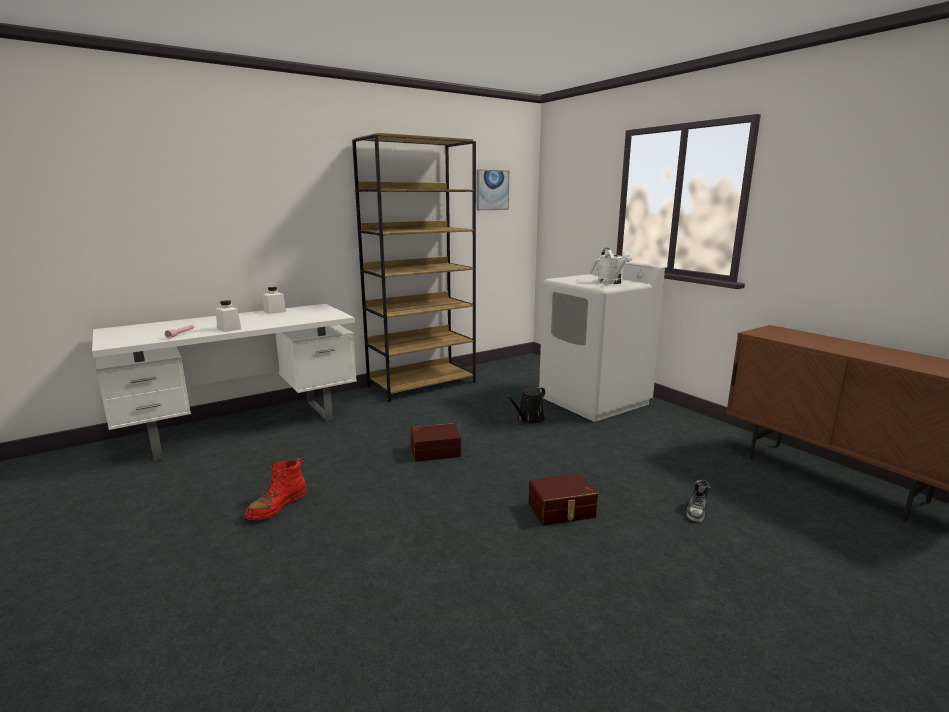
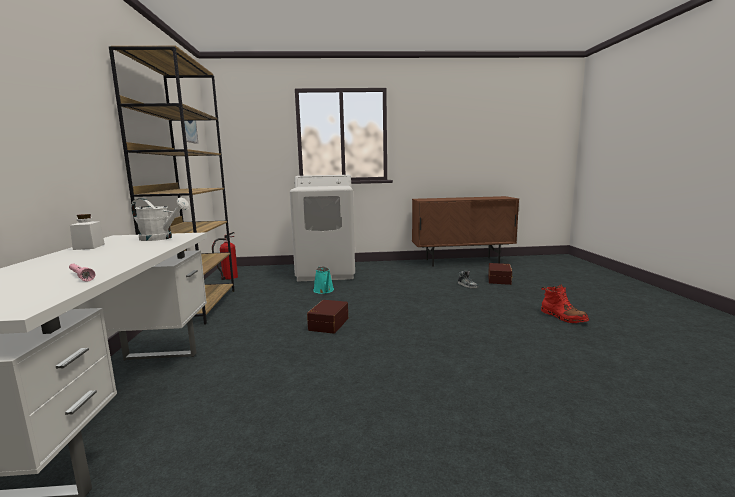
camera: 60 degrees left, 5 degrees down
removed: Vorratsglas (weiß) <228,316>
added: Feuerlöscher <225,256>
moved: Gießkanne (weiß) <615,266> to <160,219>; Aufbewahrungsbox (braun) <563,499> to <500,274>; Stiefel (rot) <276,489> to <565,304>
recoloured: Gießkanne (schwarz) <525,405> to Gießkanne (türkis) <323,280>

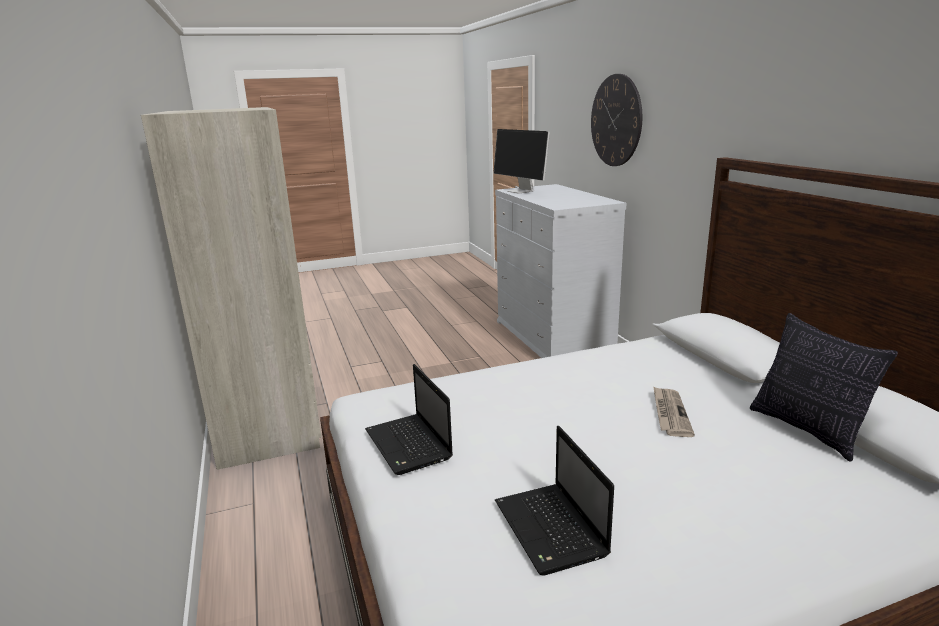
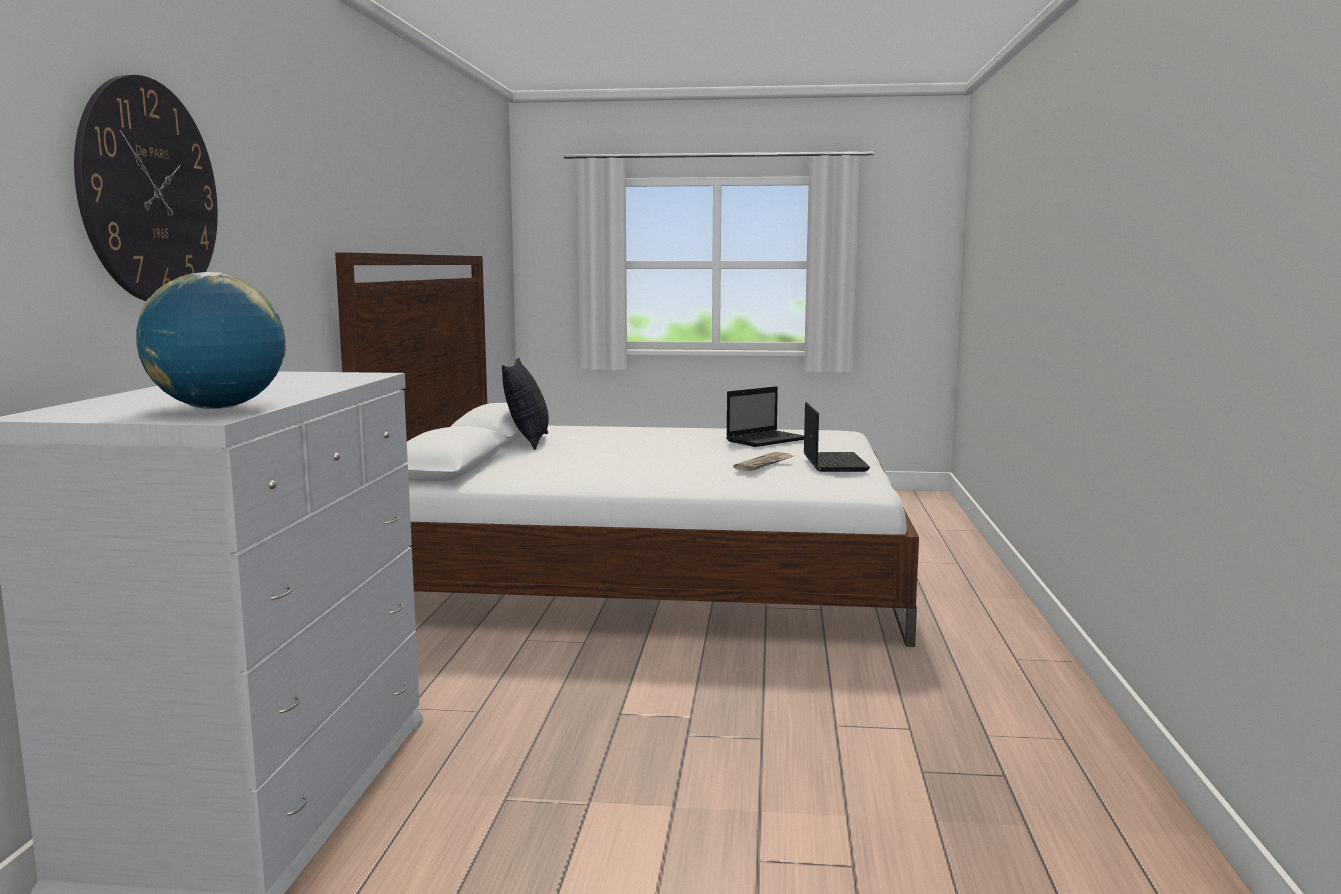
camera: 155 degrees left, 10 degrees down
removed: Kleiderschrank (beige) <231,288>
moved: Zeitung <674,411> to <763,461>
replaced: Monitor <521,161> to Globus <211,340>
turned: Laptop <554,501> = <765,416> 45 degrees clockwise

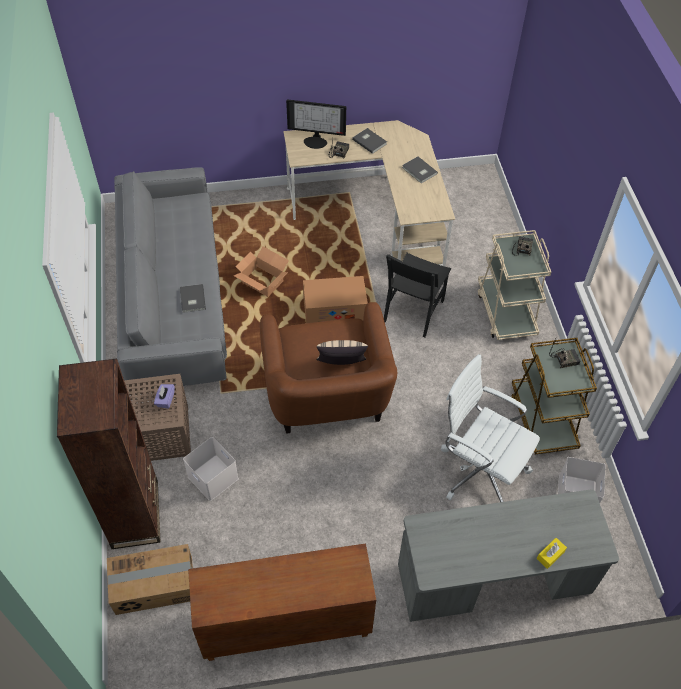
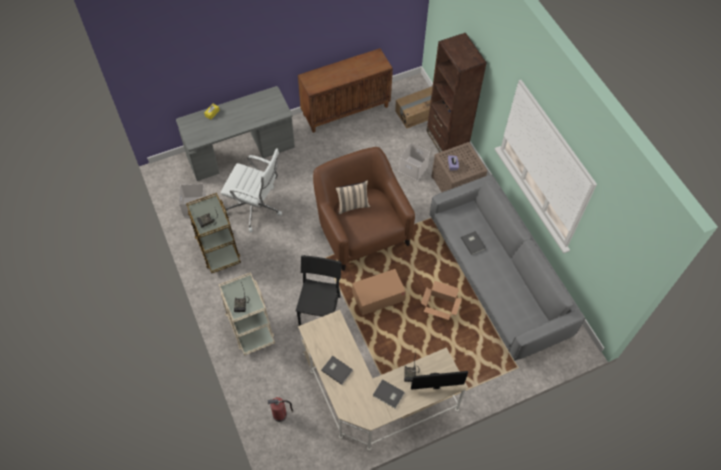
camera: 165 degrees right, 5 degrees up
added: Feuerlöscher <280,409>

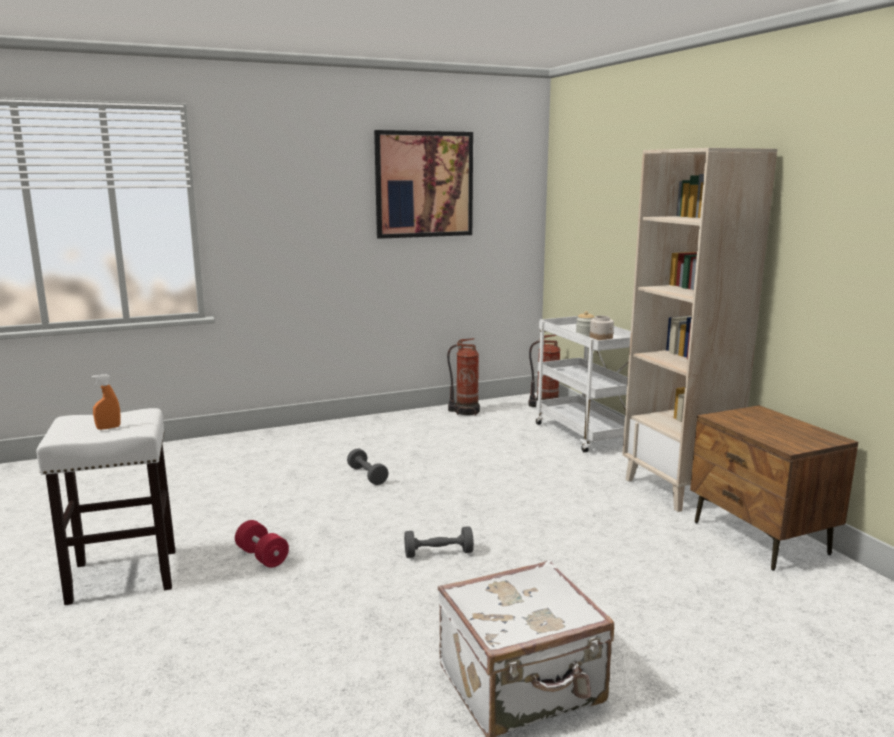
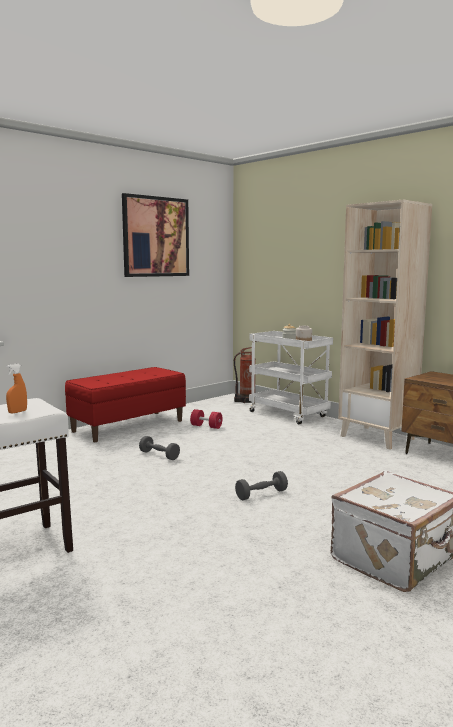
camera: 20 degrees left, 5 degrees down
removed: Feuerlöscher <463,377>
added: Bank (rot) <125,404>
moved: Hantel (rot) <262,544> to <206,419>

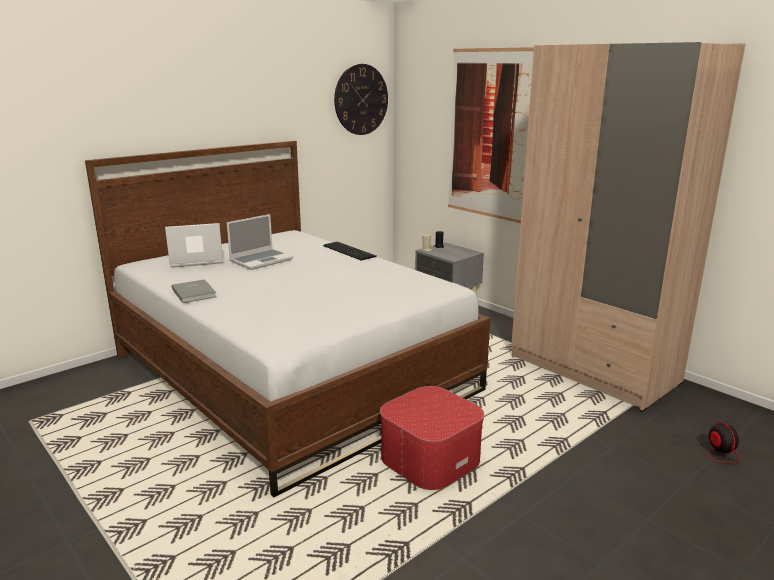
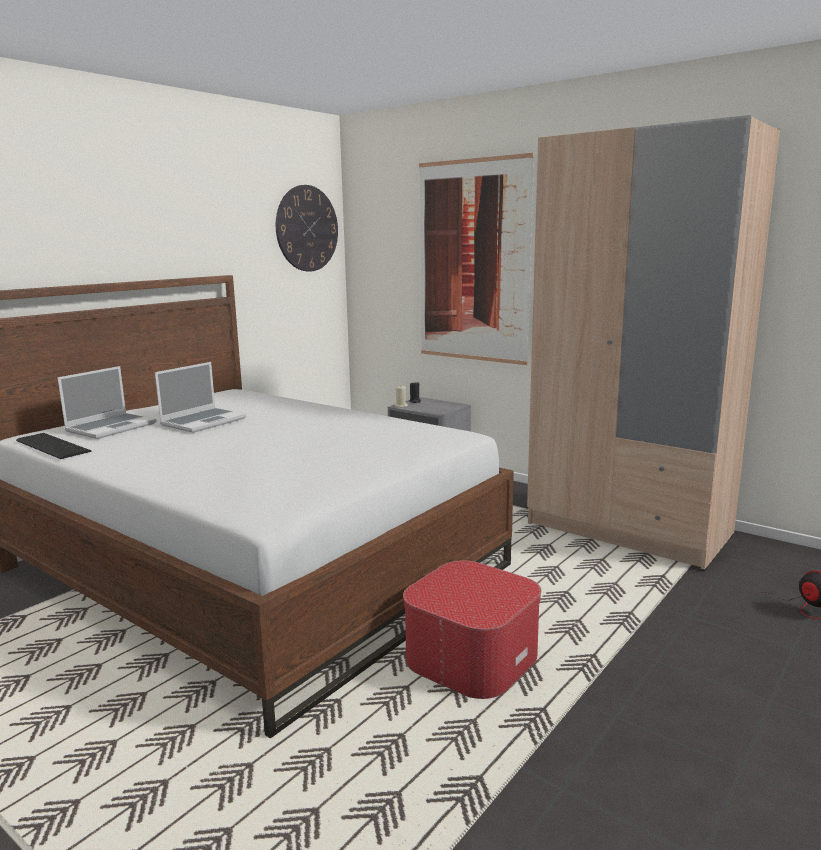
camera: 10 degrees left, 5 degrees down
removed: Buch (grau) <194,291>
moved: Tastatur <350,251> to <53,446>
turned: Laptop <194,245> = <107,402> 150 degrees clockwise

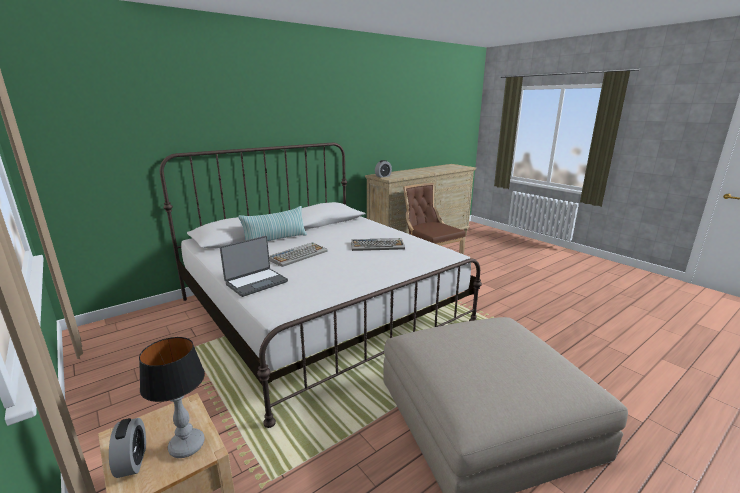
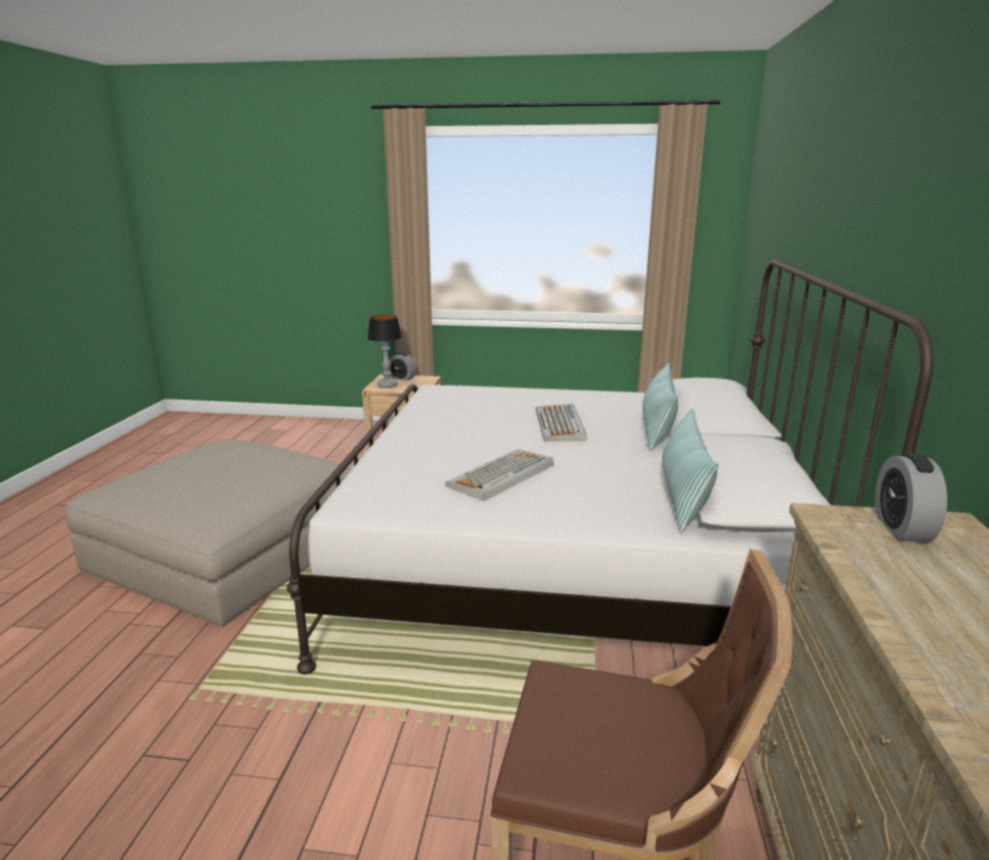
camera: 135 degrees right, 0 degrees up
removed: Laptop <254,266>
added: Kissen <690,471>

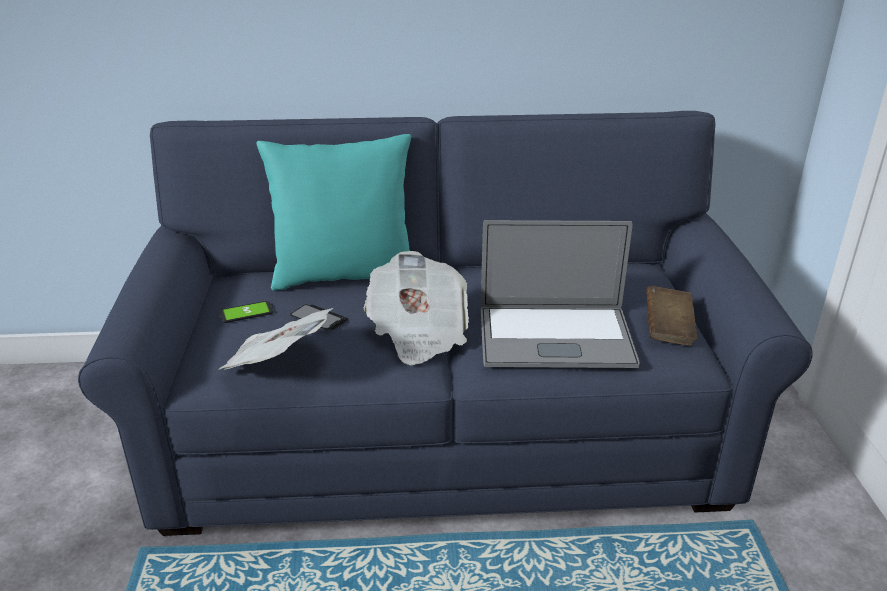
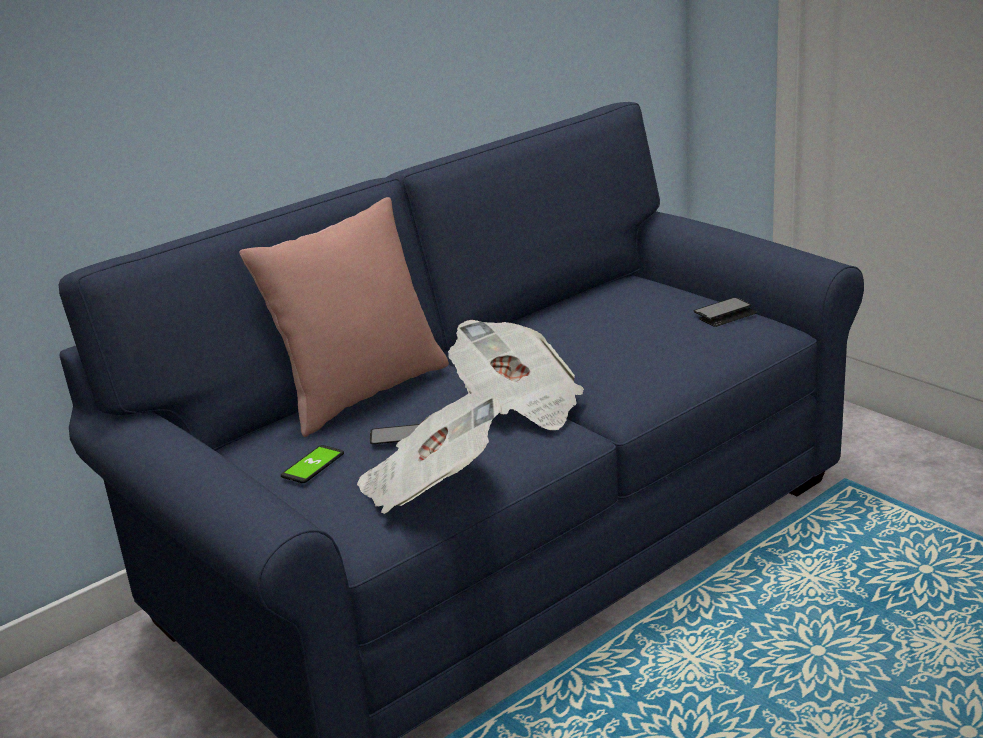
camera: 35 degrees left, 5 degrees down
removed: Laptop <560,294>
replaced: Buch (braun) <671,316> to Handy <725,312>
recoloured: Kissen (türkis) <334,212> to Kissen (rosa) <344,317>

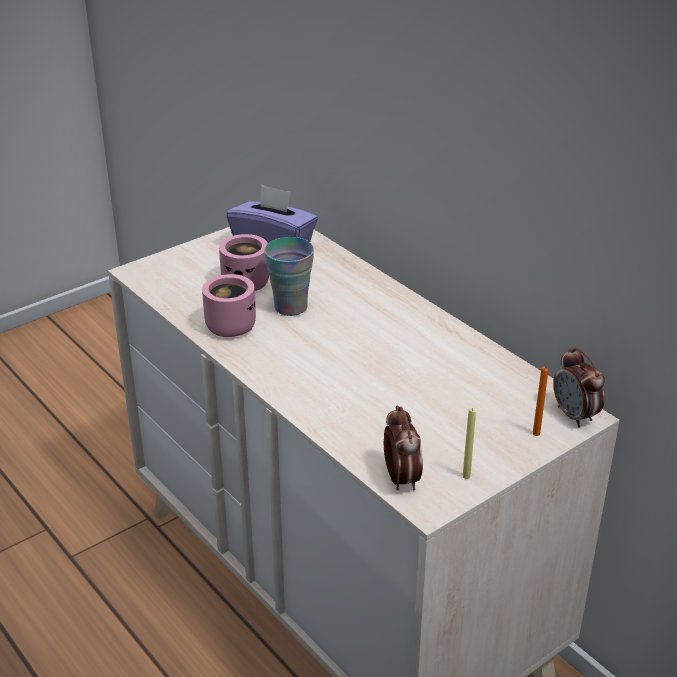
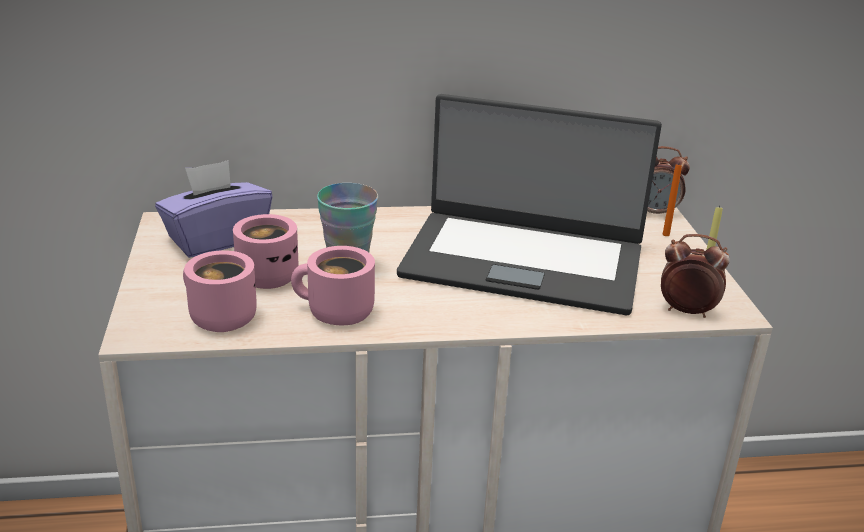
camera: 60 degrees left, 5 degrees down
added: Henkelbecher (rosa) <220,291>; Laptop <529,204>

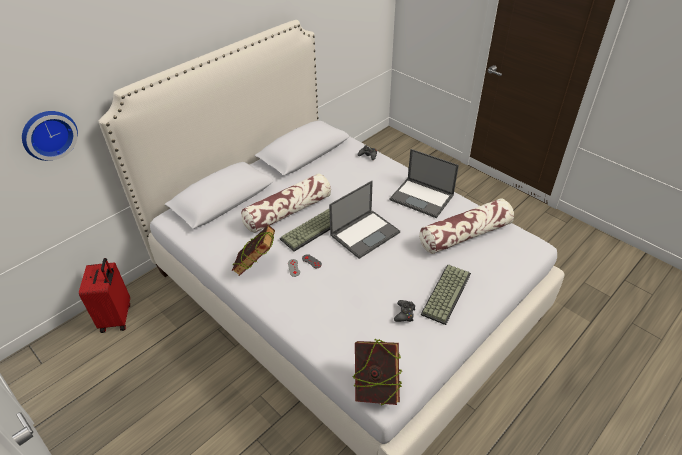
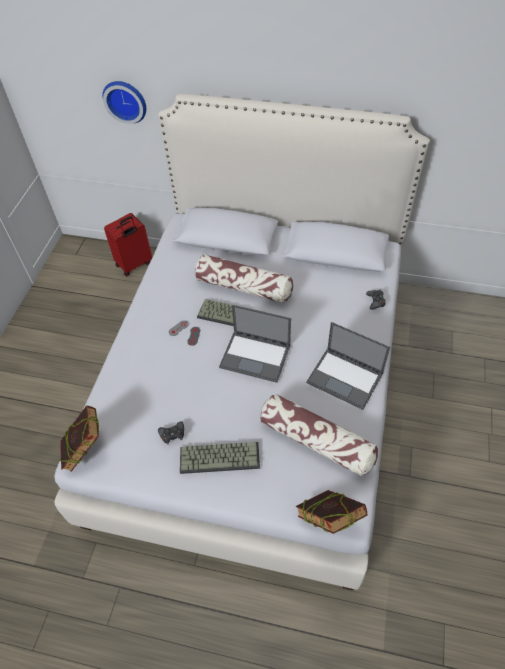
camera: 60 degrees right, 10 degrees up
moved: Buch <253,250> to <331,512>
turned: Laptop <424,183> = <348,366> 60 degrees counterclockwise

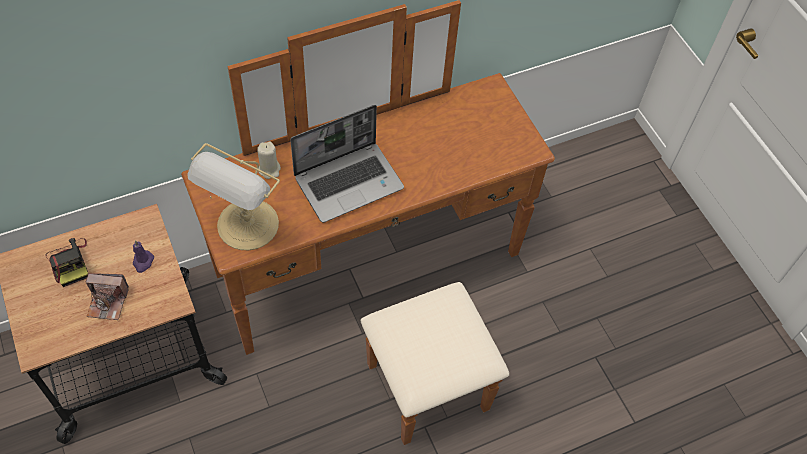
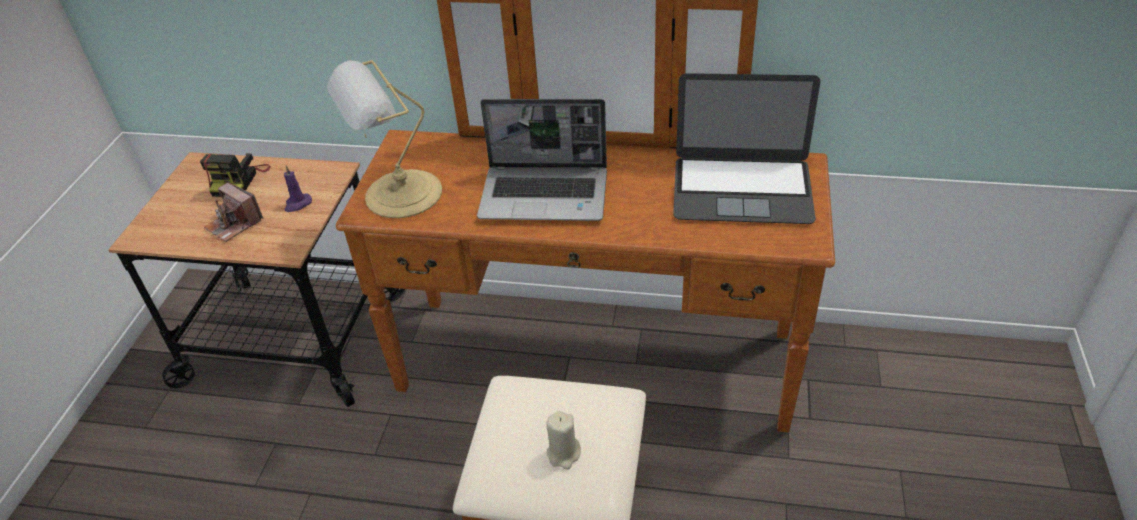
camera: 40 degrees right, 15 degrees down
added: Laptop <746,148>
moved: Kerze (beige) <269,160> to <563,440>

